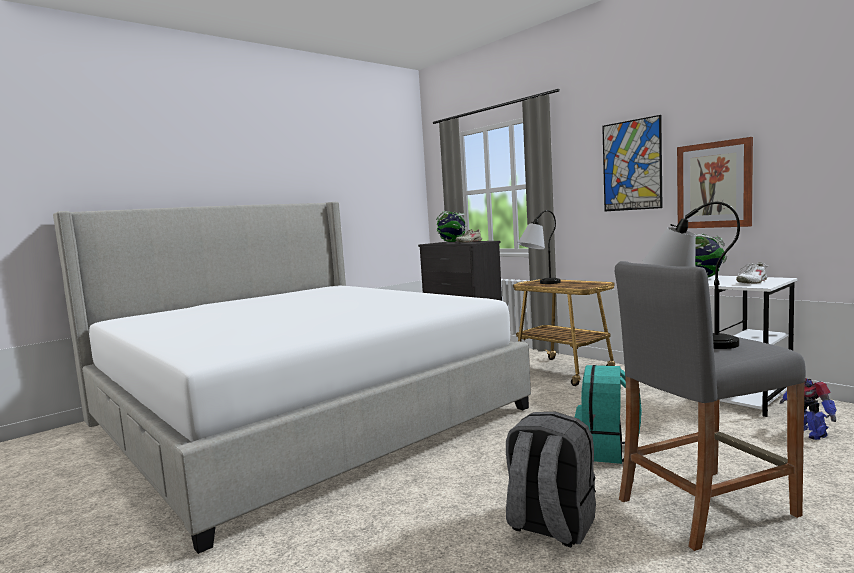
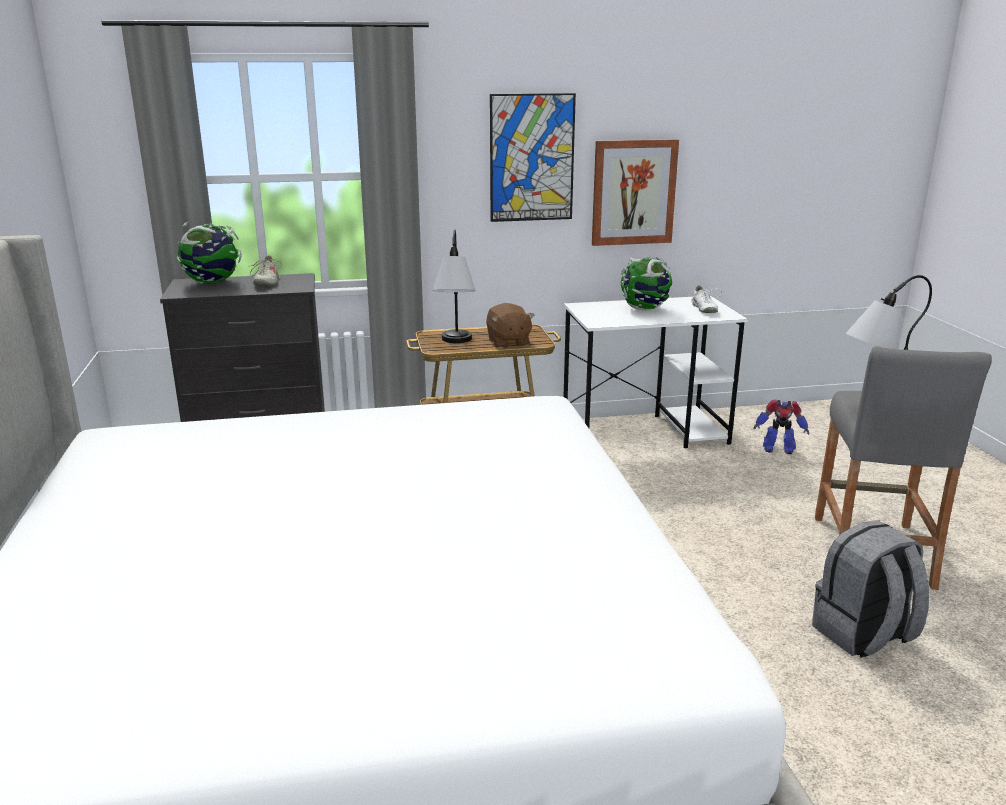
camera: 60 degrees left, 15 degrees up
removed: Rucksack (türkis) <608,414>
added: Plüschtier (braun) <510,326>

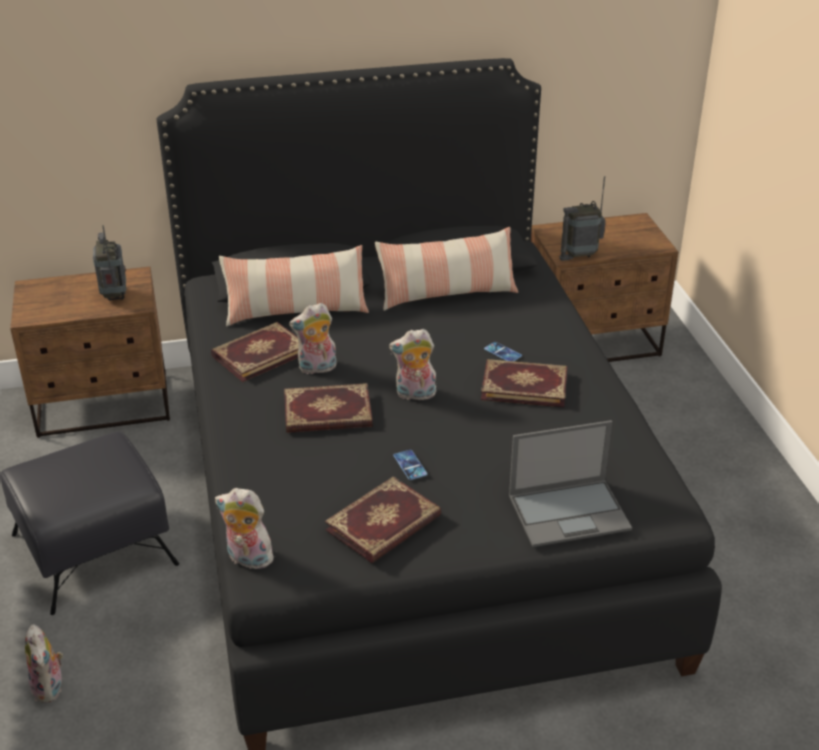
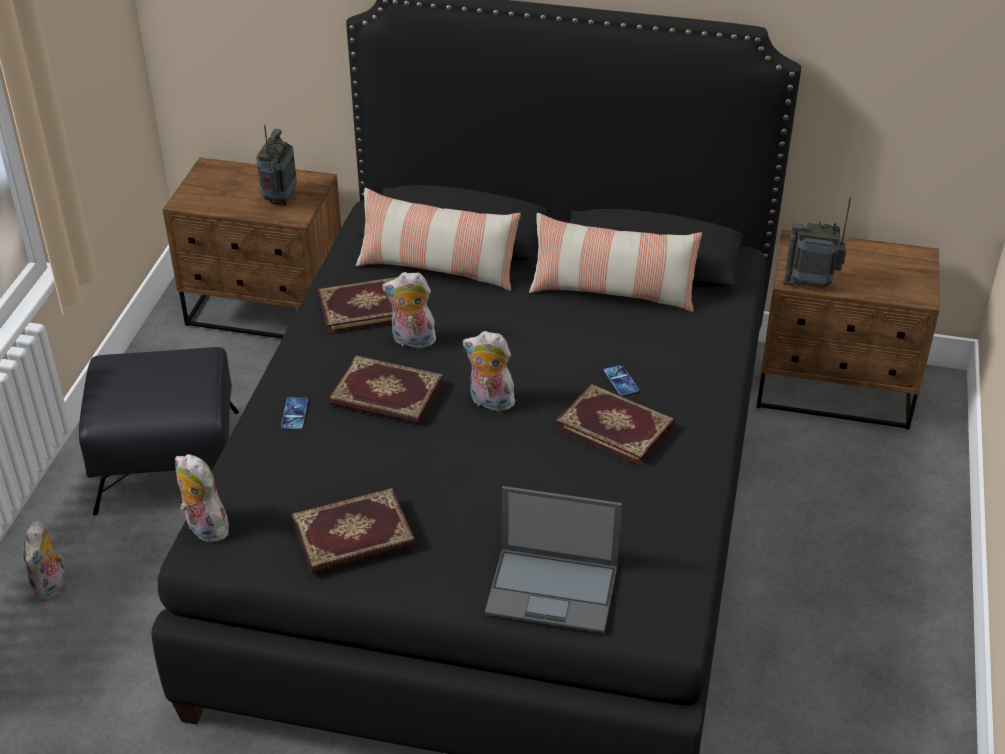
camera: 25 degrees right, 5 degrees up
moved: Handy <410,465> to <294,413>

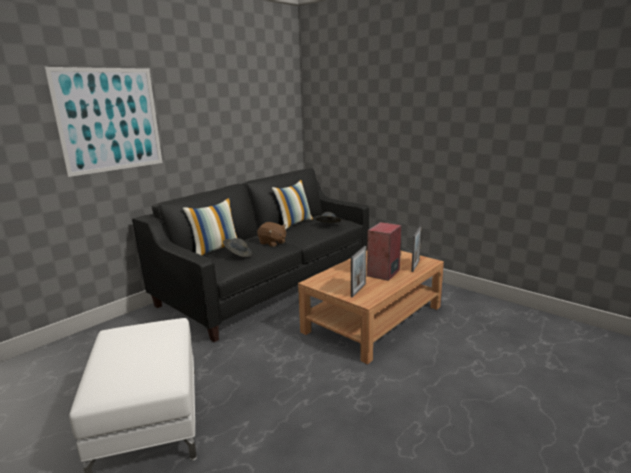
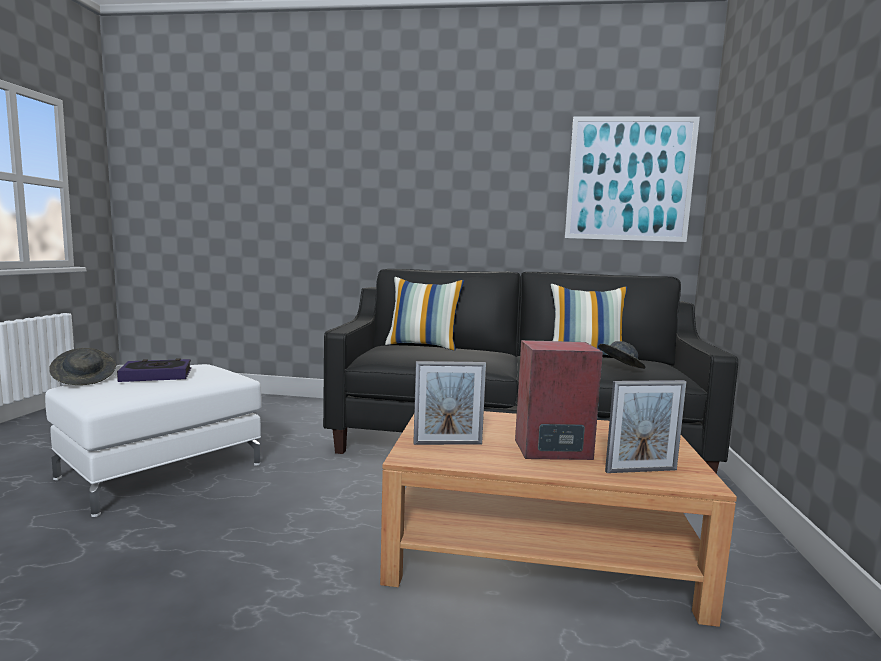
camera: 55 degrees right, 10 degrees down
removed: Plüschtier (braun) <271,234>
added: Buch <154,370>
moved: Hut (grau) <237,247> to <82,366>; Bild <103,122> to <632,179>

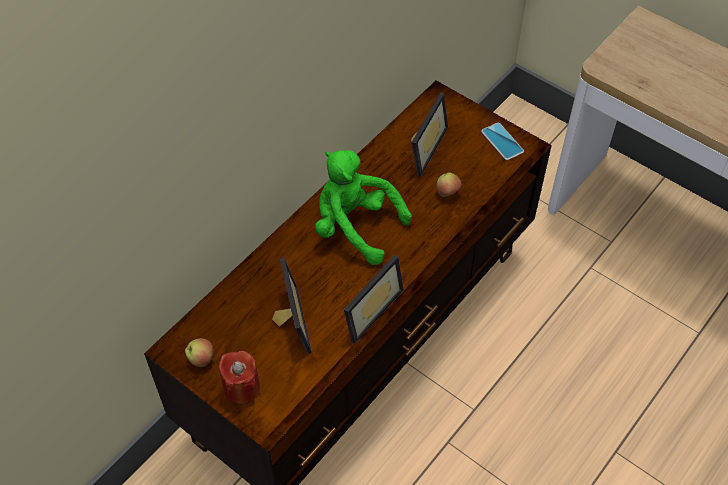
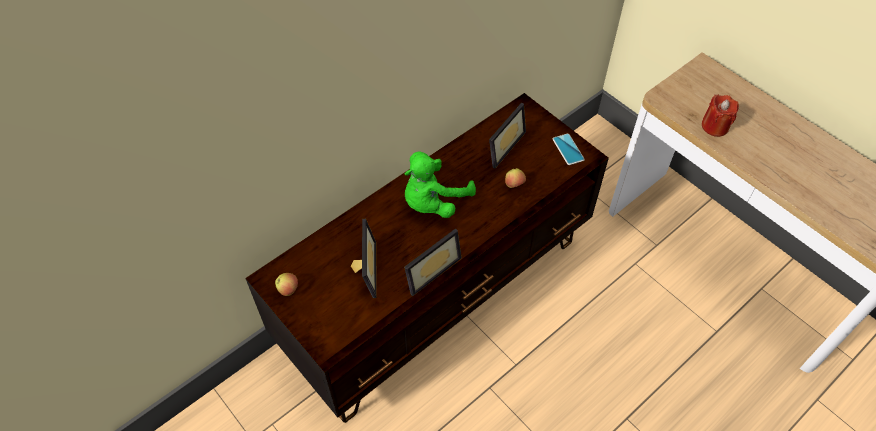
camera: 10 degrees right, 0 degrees up
moved: Kerze (rot) <239,377> to <720,116>
turned: Plüschtier (grün) <363,207> = <440,184> 90 degrees counterclockwise

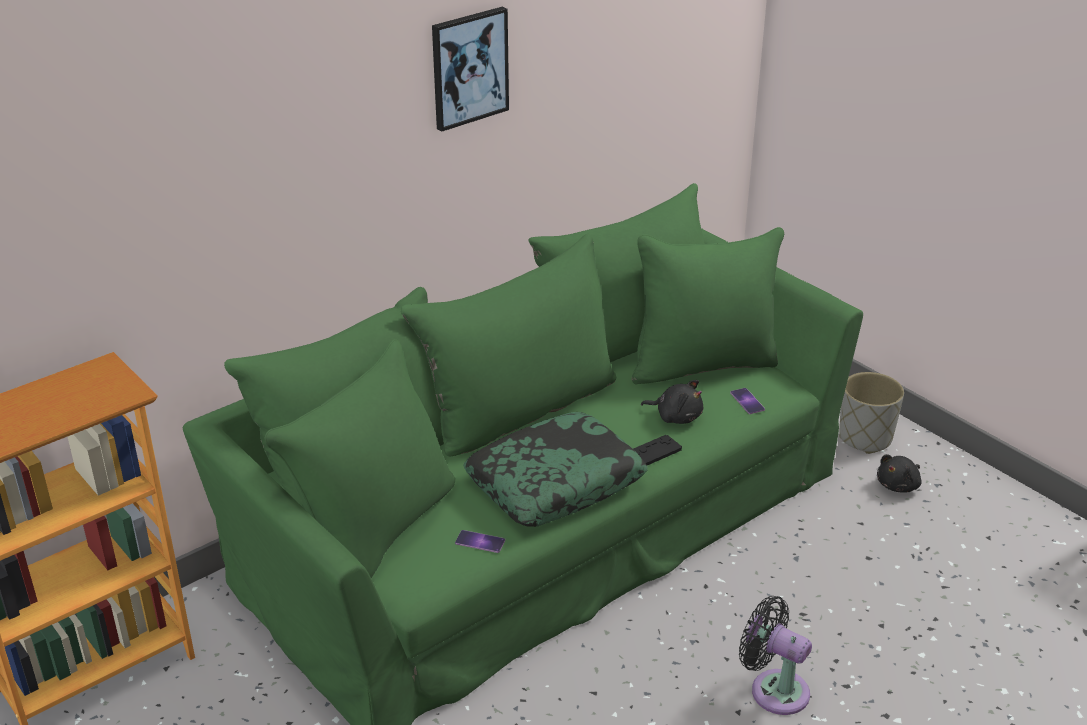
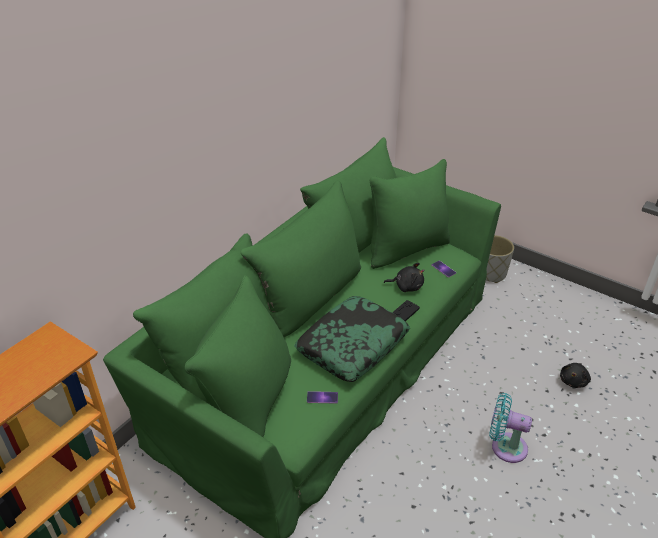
camera: 15 degrees left, 5 degrees up
removed: Bild <470,69>
moved: Plüschtier (schwarz) <899,473> to <575,375>
recoloured: Ventilator (schwarz) <775,655> to Ventilator (türkis) <510,428>

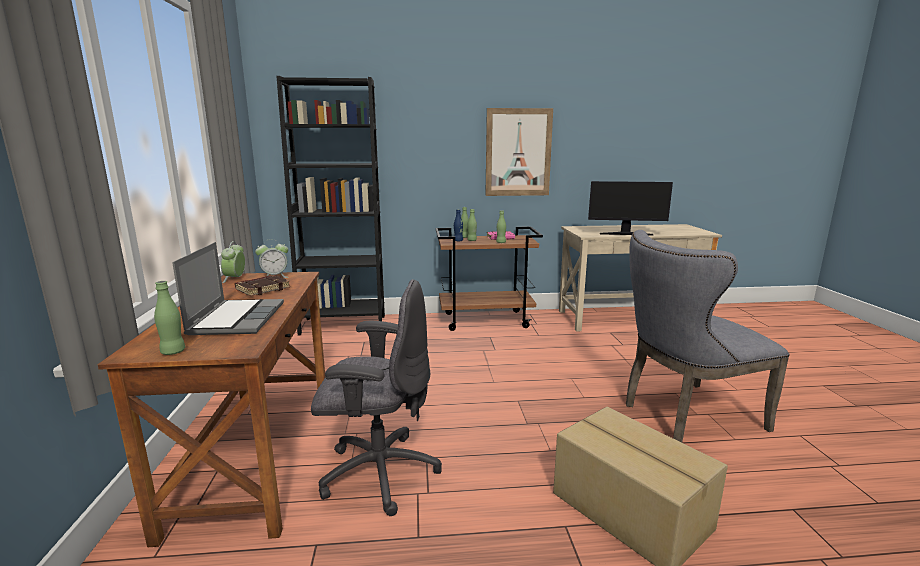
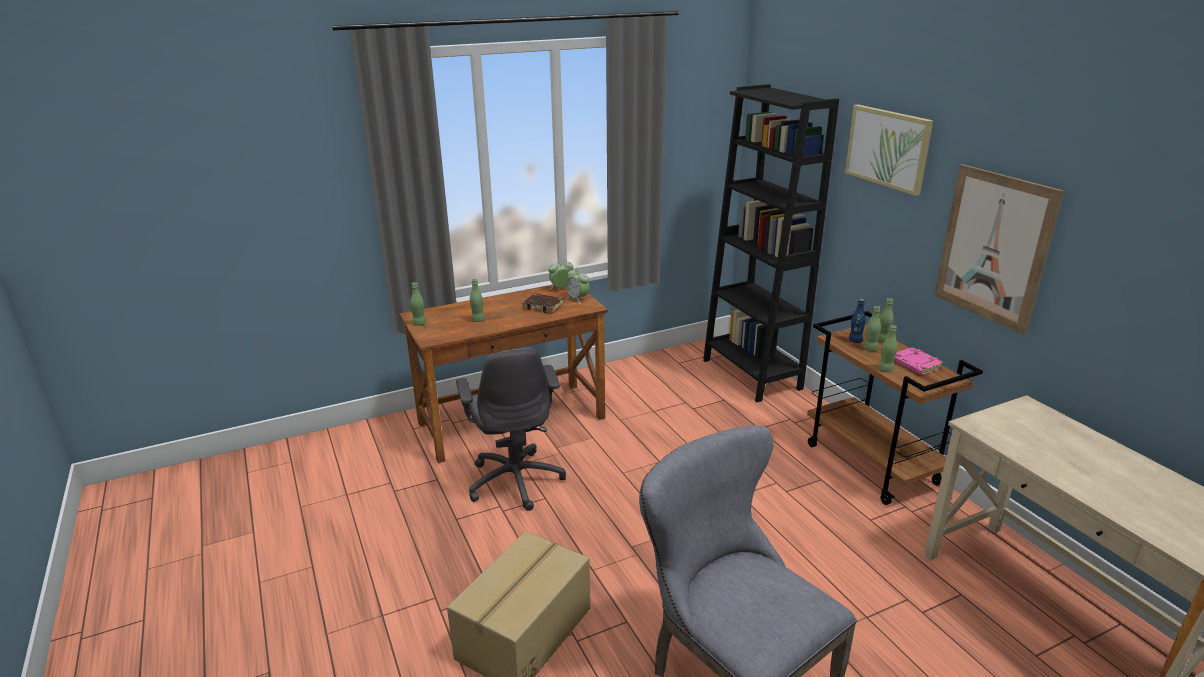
camera: 70 degrees right, 10 degrees up
removed: Monitor <630,208>
added: Bild <889,150>
replaced: Laptop <228,288> to Flasche (grün) <477,300>

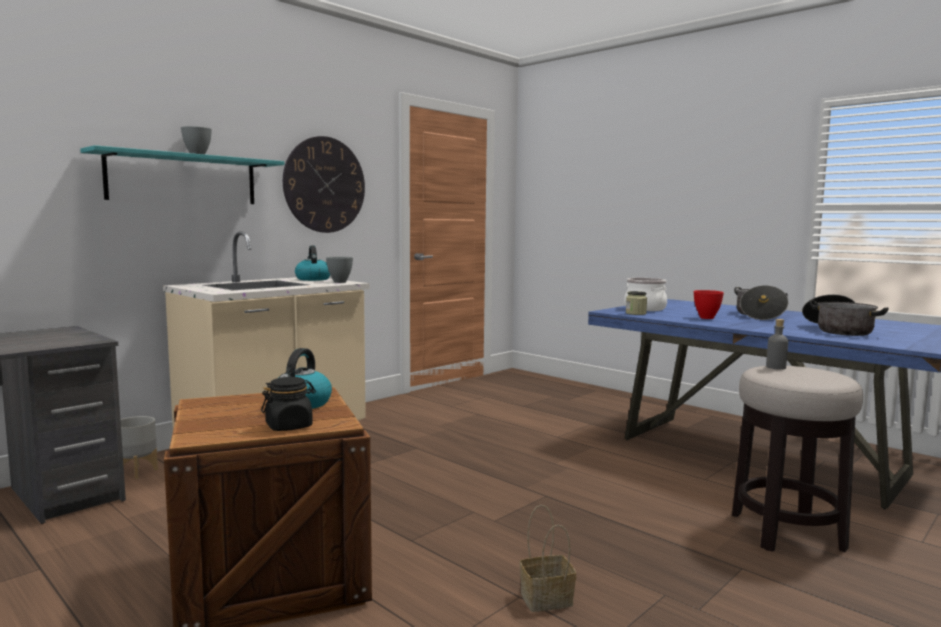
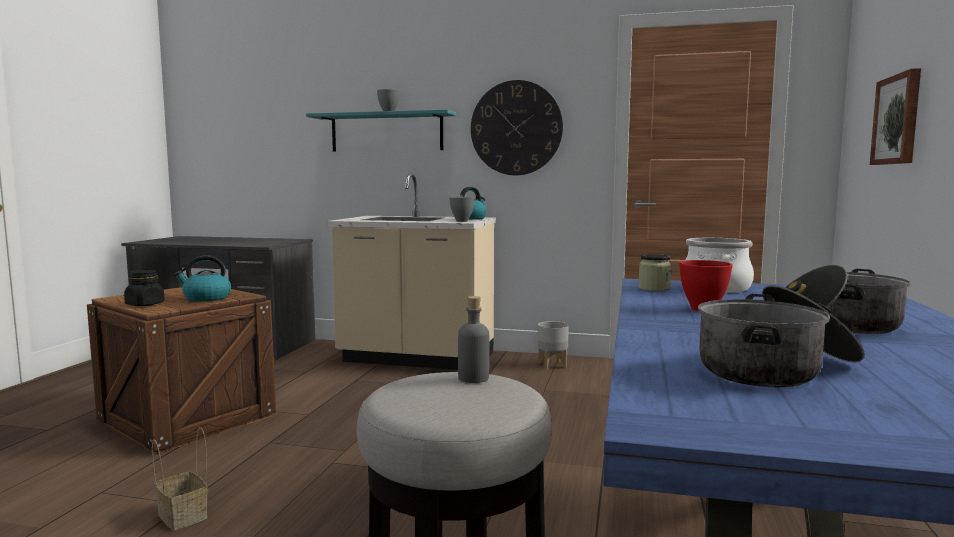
camera: 60 degrees right, 0 degrees up
added: Bild <895,116>
moved: Pflanzkübel (grau) <139,447> to <553,345>

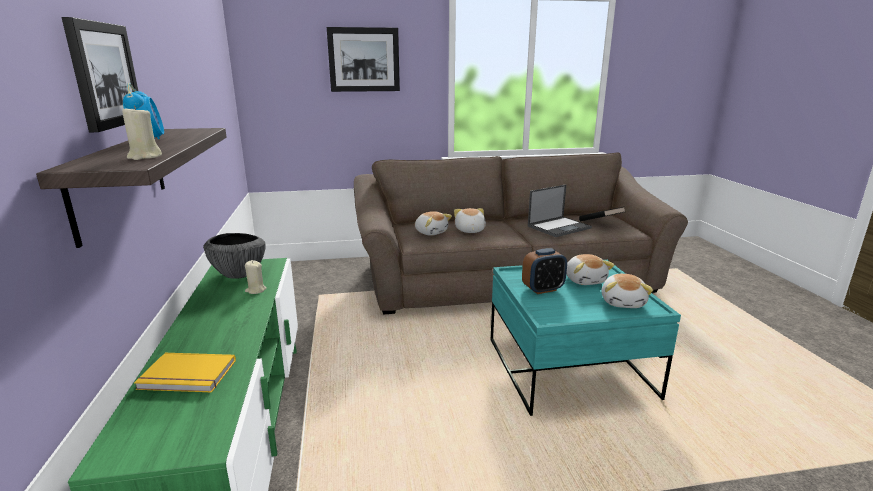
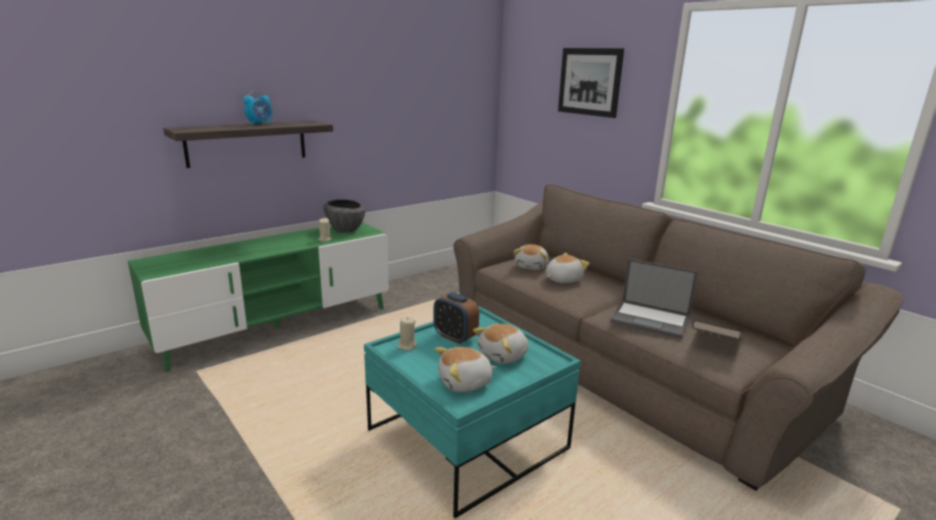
camera: 60 degrees right, 0 degrees up
removed: Bild <99,74>; Buch (gelb) <185,372>
moved: Kerze (beige) <142,132> to <407,333>

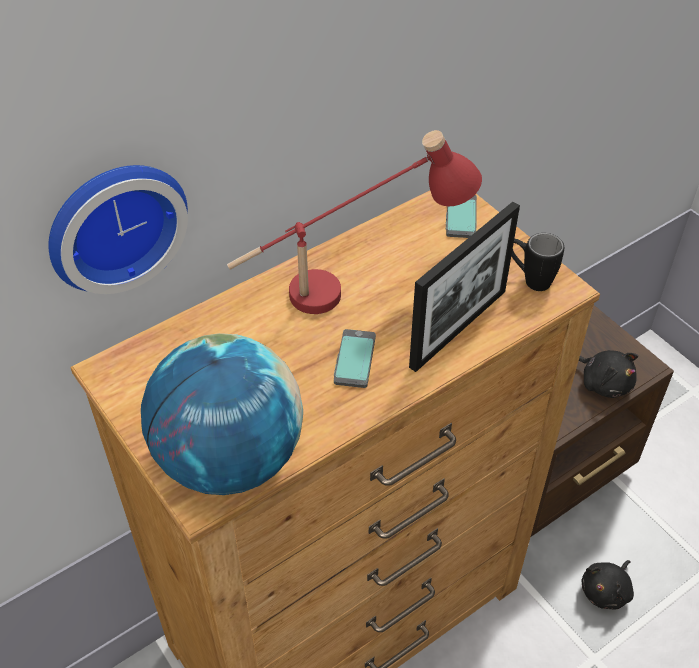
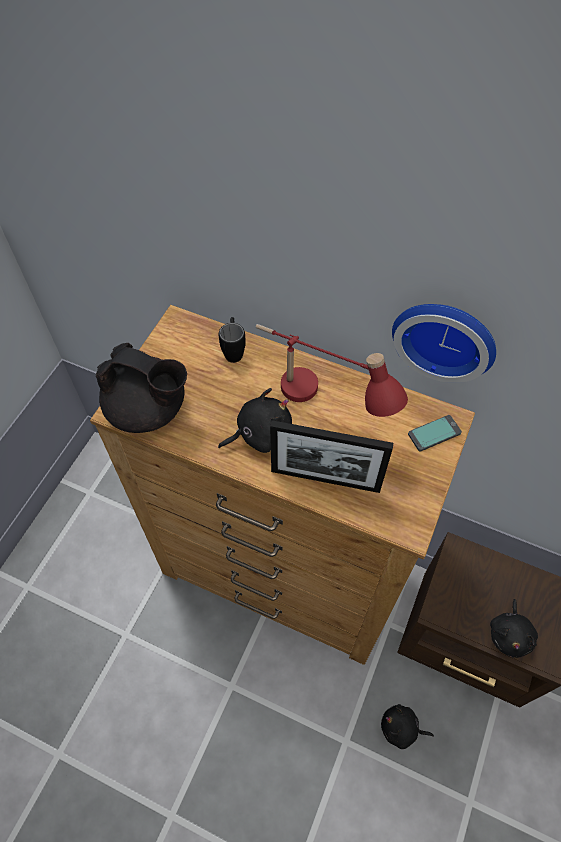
camera: 60 degrees right, 10 degrees up
moved: Henkelbecher (schwarz) <537,262> to <232,340>; Wanduhr <118,229> to <444,343>
replaced: Globus <222,414> to Teekanne (schwarz) <141,388>; Handy <355,358> to Plüschtier (schwarz) <255,420>

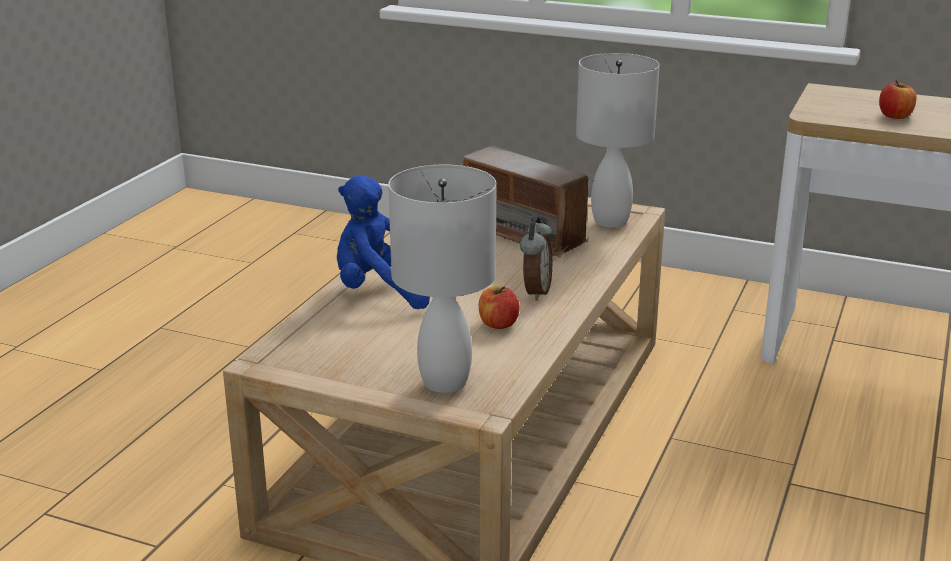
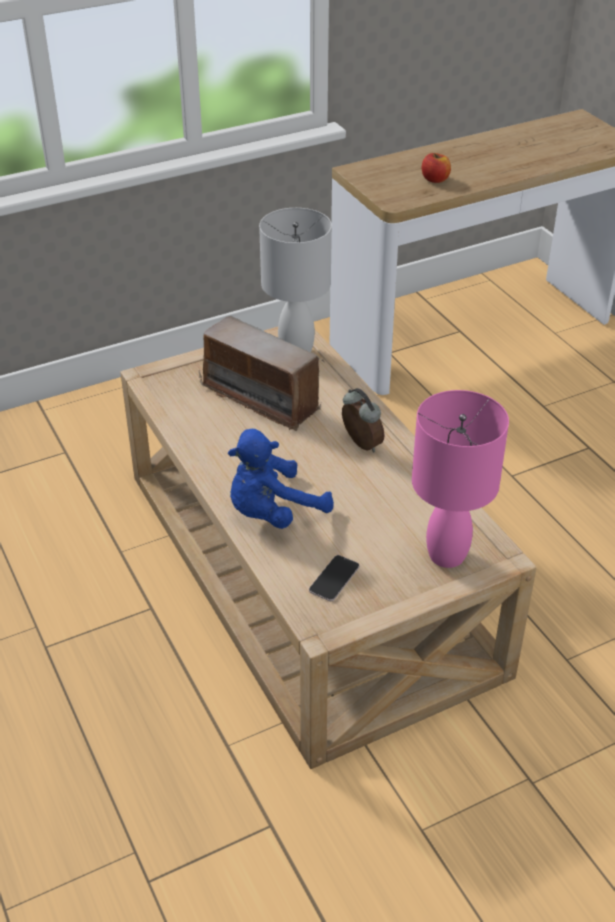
camera: 50 degrees left, 15 degrees up
removed: Apfel <499,307>
added: Handy <334,578>
recoloured: Tischlampe (weiß) <442,279> to Tischlampe (rosa) <460,479>
turned: Radio <528,202> = <261,373> 45 degrees clockwise

